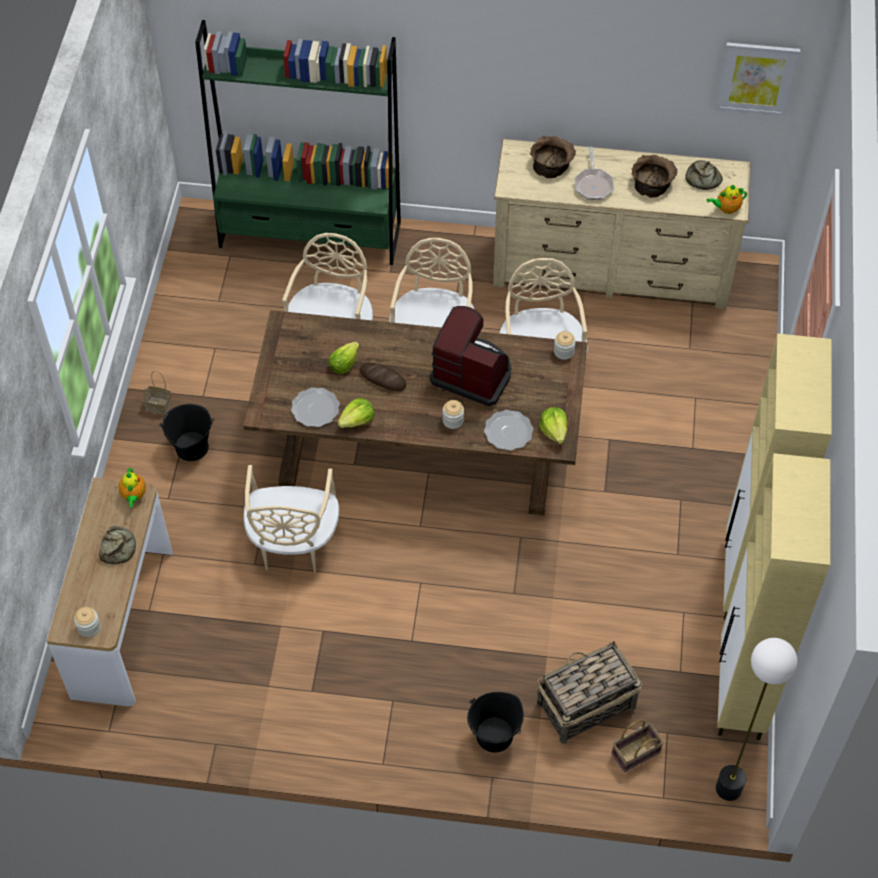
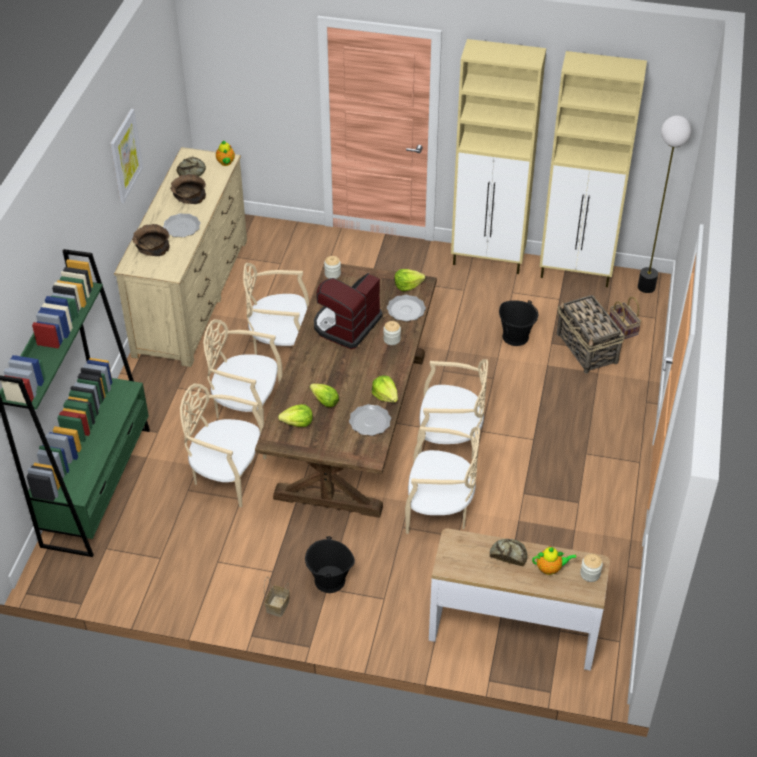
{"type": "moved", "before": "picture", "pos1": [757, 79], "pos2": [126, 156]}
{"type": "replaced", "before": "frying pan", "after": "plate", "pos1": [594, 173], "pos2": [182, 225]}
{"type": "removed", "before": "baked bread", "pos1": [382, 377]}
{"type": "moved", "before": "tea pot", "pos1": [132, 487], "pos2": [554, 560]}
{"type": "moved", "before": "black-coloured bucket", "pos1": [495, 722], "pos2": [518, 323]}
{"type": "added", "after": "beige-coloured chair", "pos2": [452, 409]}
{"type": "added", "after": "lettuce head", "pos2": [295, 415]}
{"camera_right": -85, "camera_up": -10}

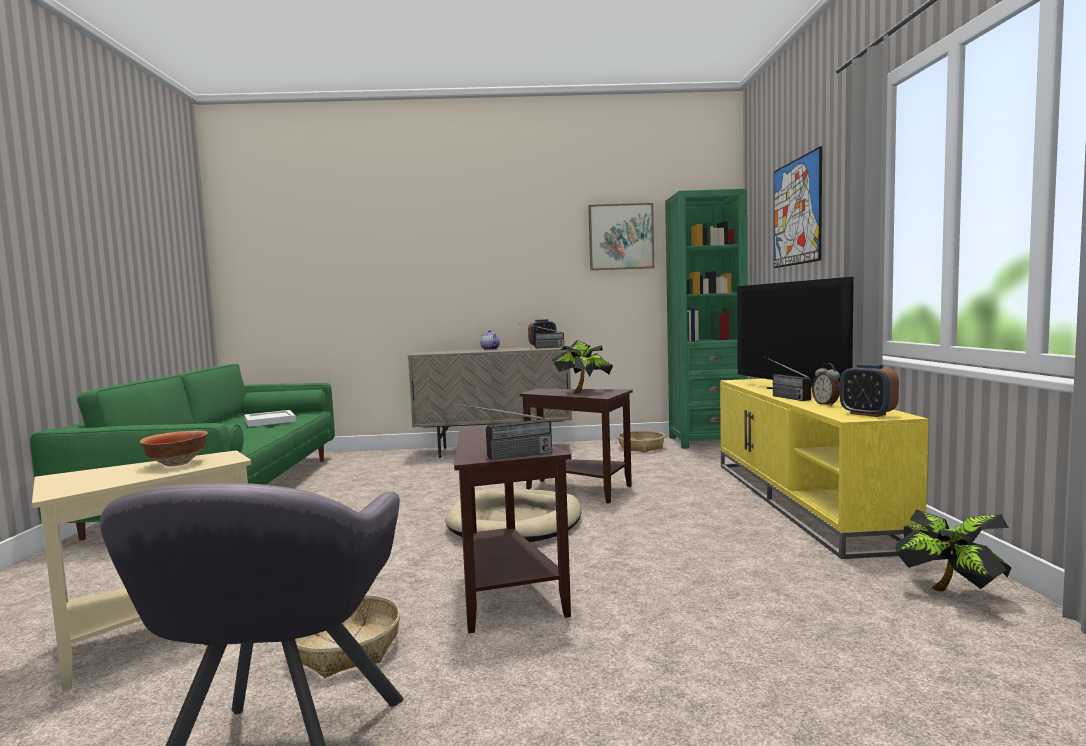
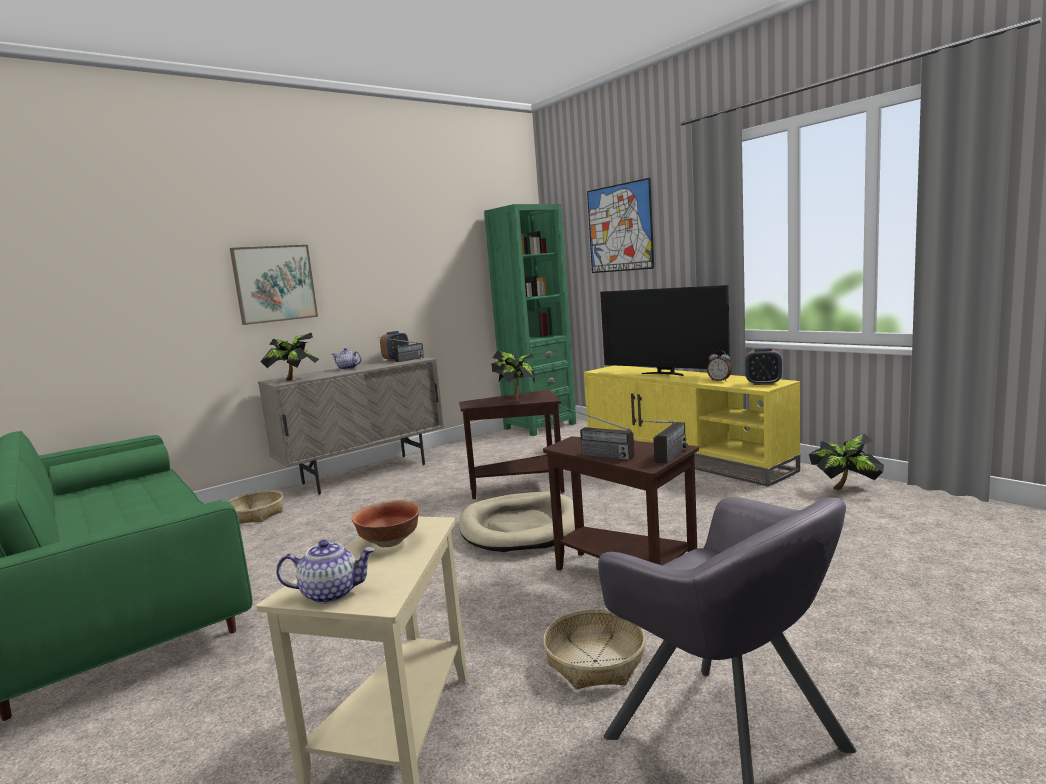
{"type": "moved", "before": "picture", "pos1": [621, 236], "pos2": [274, 285]}
{"type": "moved", "before": "radio receiver", "pos1": [787, 379], "pos2": [597, 432]}
{"type": "removed", "before": "white-coloured serving tray", "pos1": [270, 418]}
{"type": "moved", "before": "basket", "pos1": [641, 441], "pos2": [255, 507]}
{"type": "added", "after": "potted plant", "pos2": [289, 357]}
{"type": "added", "after": "tea pot", "pos2": [325, 571]}
{"camera_right": -35, "camera_up": 5}

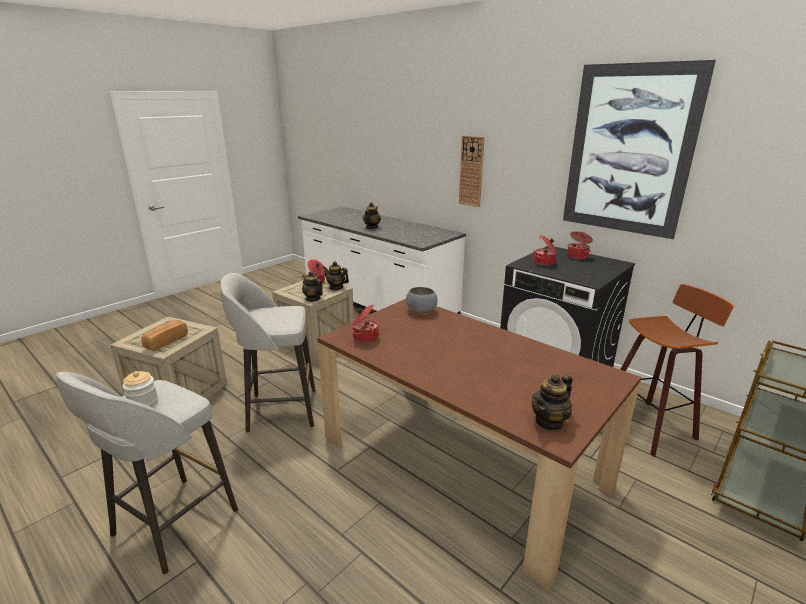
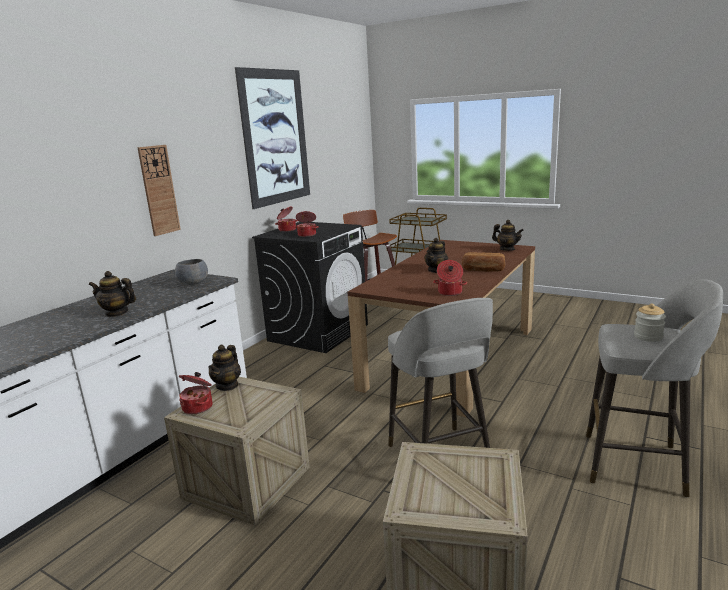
{"type": "moved", "before": "tea pot", "pos1": [312, 286], "pos2": [436, 255]}
{"type": "moved", "before": "greyish serving bowl", "pos1": [421, 300], "pos2": [191, 272]}
{"type": "moved", "before": "baked bread", "pos1": [164, 335], "pos2": [483, 262]}
{"camera_right": -100, "camera_up": -5}

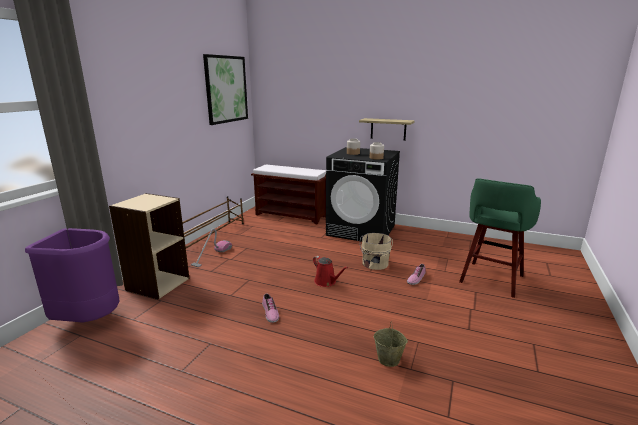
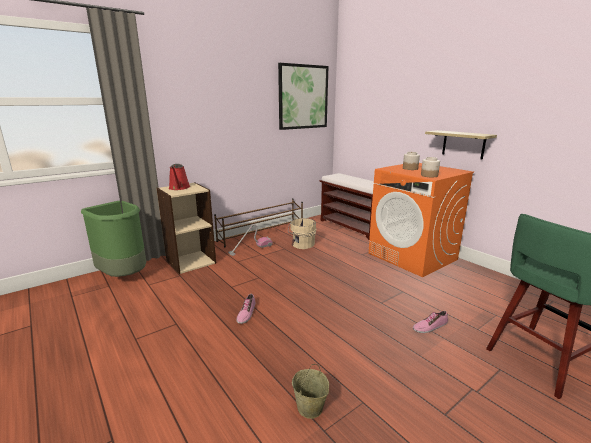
{"type": "recoloured", "before": "black-coloured laundry appliance", "after": "orangey laundry appliance", "pos1": [363, 194], "pos2": [421, 220]}
{"type": "recoloured", "before": "purple waste bin", "after": "green waste bin", "pos1": [72, 275], "pos2": [113, 239]}
{"type": "moved", "before": "beige-coloured bucket", "pos1": [376, 251], "pos2": [302, 233]}
{"type": "moved", "before": "red-coloured sprinkling can", "pos1": [330, 271], "pos2": [179, 177]}
{"camera_right": 30, "camera_up": 0}

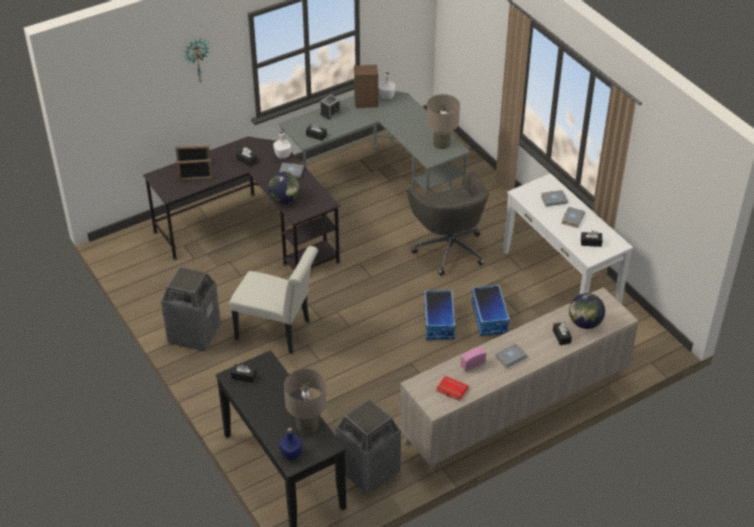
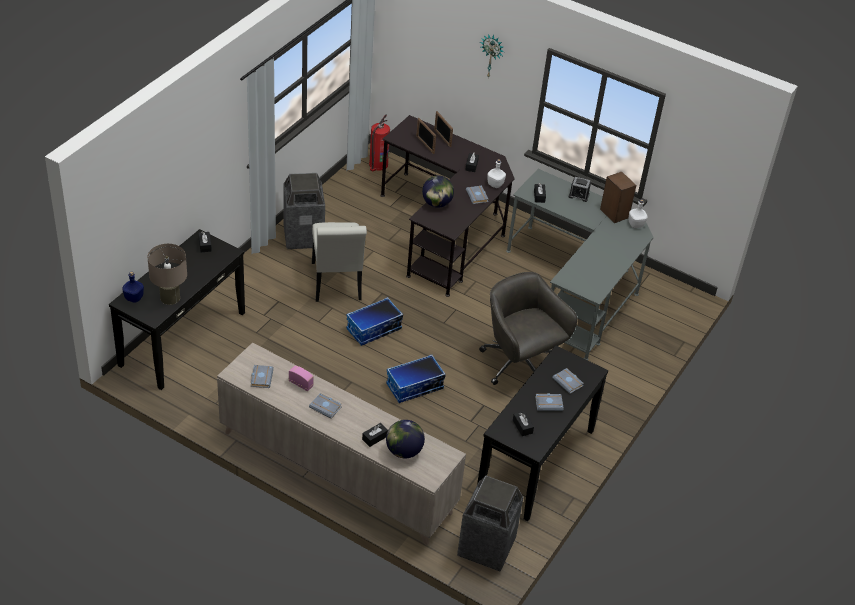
{"type": "removed", "before": "beige-coloured tabletop lamp", "pos1": [443, 121]}
{"type": "turned", "before": "greyish office chair", "pos1": [448, 224], "pos2": [528, 328], "turn": 105}
{"type": "recoloured", "before": "white-coloured hall table", "after": "black-coloured hall table", "pos1": [568, 238], "pos2": [542, 433]}
{"type": "moved", "before": "storage box", "pos1": [490, 310], "pos2": [374, 321]}
{"type": "recoloured", "before": "red-coloured volume", "after": "greyish volume", "pos1": [452, 388], "pos2": [262, 376]}
{"type": "moved", "before": "waste bin", "pos1": [368, 447], "pos2": [490, 523]}
{"type": "added", "after": "fire-fighting cylinder", "pos2": [379, 143]}
{"camera_right": 60, "camera_up": 0}

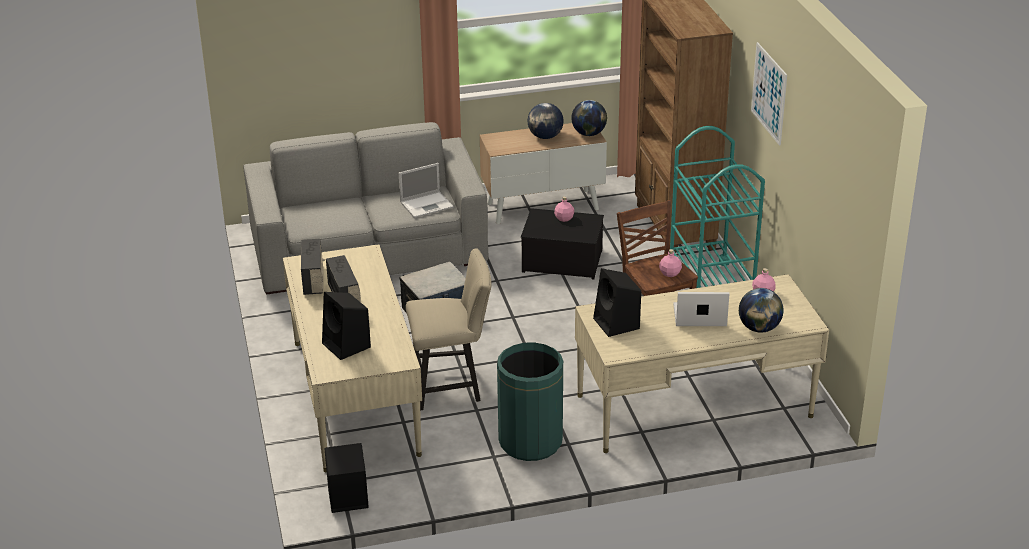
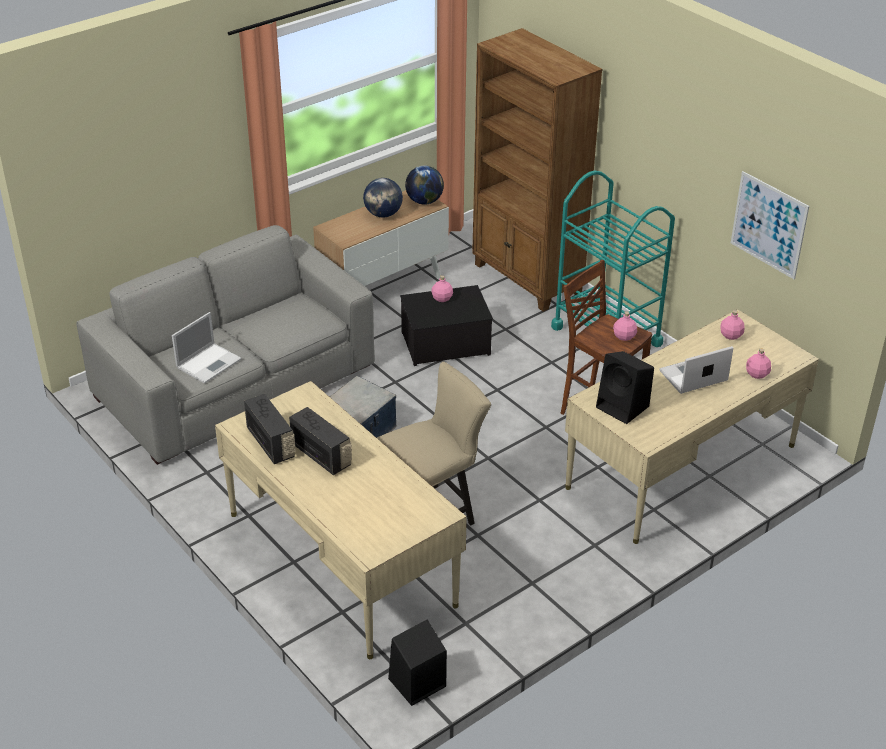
{"type": "moved", "before": "picture", "pos1": [769, 93], "pos2": [770, 225]}
{"type": "moved", "before": "notebook computer", "pos1": [426, 190], "pos2": [206, 348]}
{"type": "replaced", "before": "world globe", "after": "pink bottle", "pos1": [761, 310], "pos2": [758, 363]}
{"type": "removed", "before": "black-coloured loudspeaker", "pos1": [346, 326]}
{"type": "removed", "before": "green waste bin", "pos1": [530, 401]}
{"camera_right": -25, "camera_up": 5}

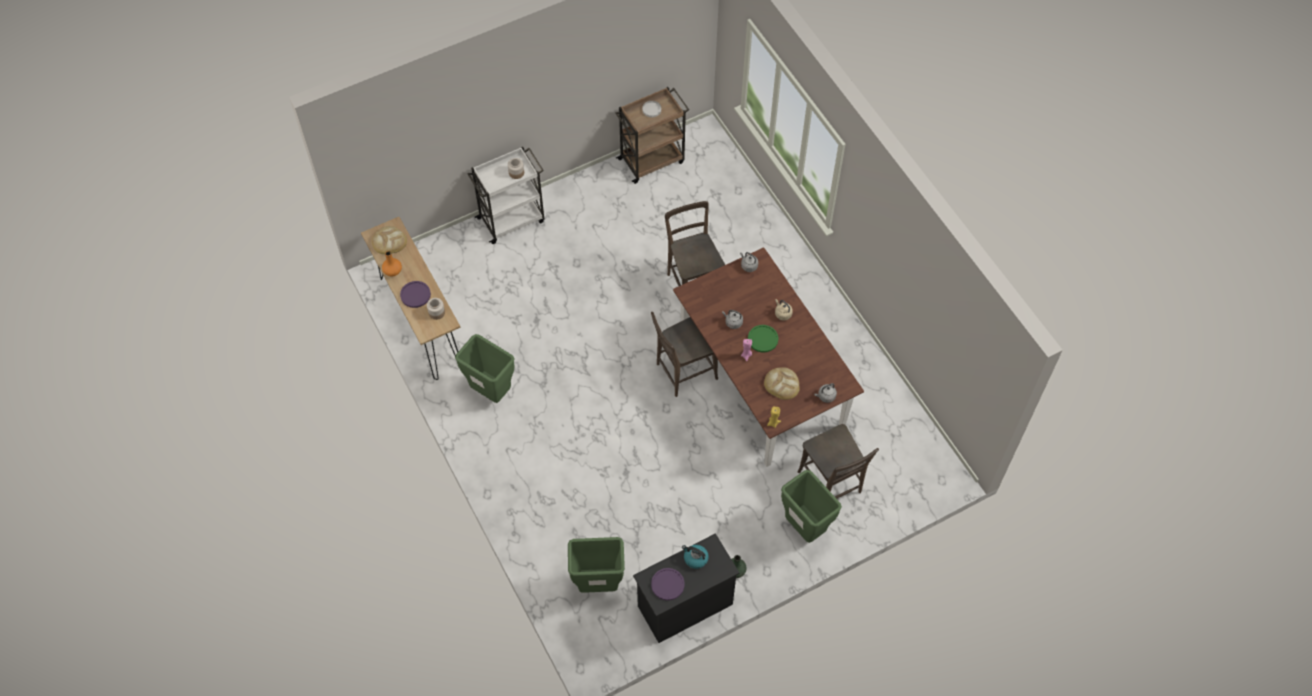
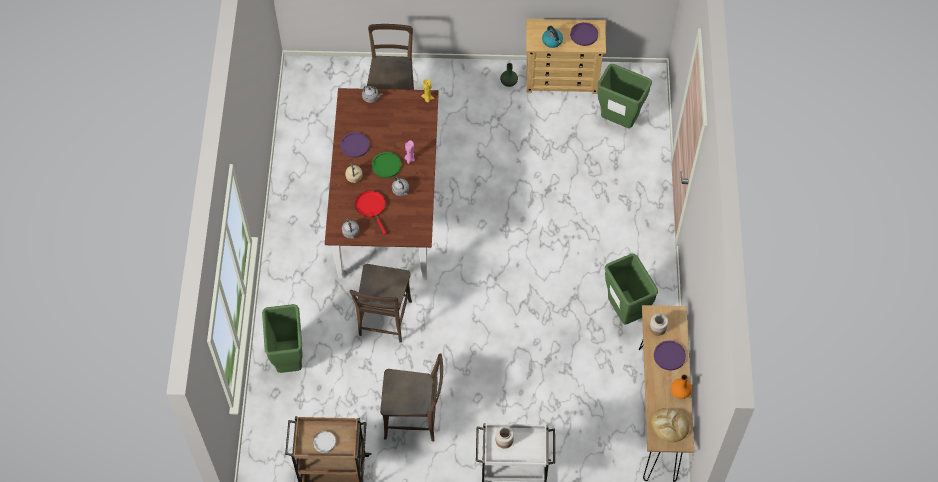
{"type": "moved", "before": "brown chair", "pos1": [684, 354], "pos2": [411, 397]}
{"type": "removed", "before": "baked bread", "pos1": [782, 383]}
{"type": "moved", "before": "green waste bin", "pos1": [811, 506], "pos2": [282, 338]}
{"type": "recoloured", "before": "black-coloured dresser", "after": "beige-coloured dresser", "pos1": [686, 588], "pos2": [566, 56]}
{"type": "added", "after": "purple plate", "pos2": [355, 145]}
{"type": "added", "after": "red-coloured frying pan", "pos2": [370, 212]}
{"camera_right": -150, "camera_up": 0}

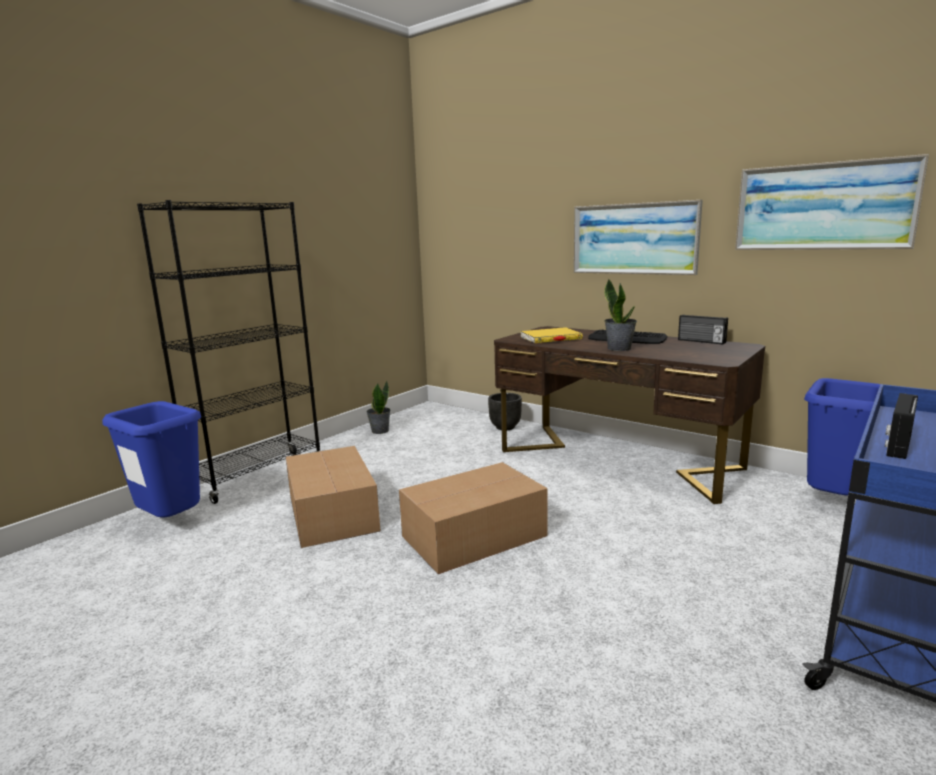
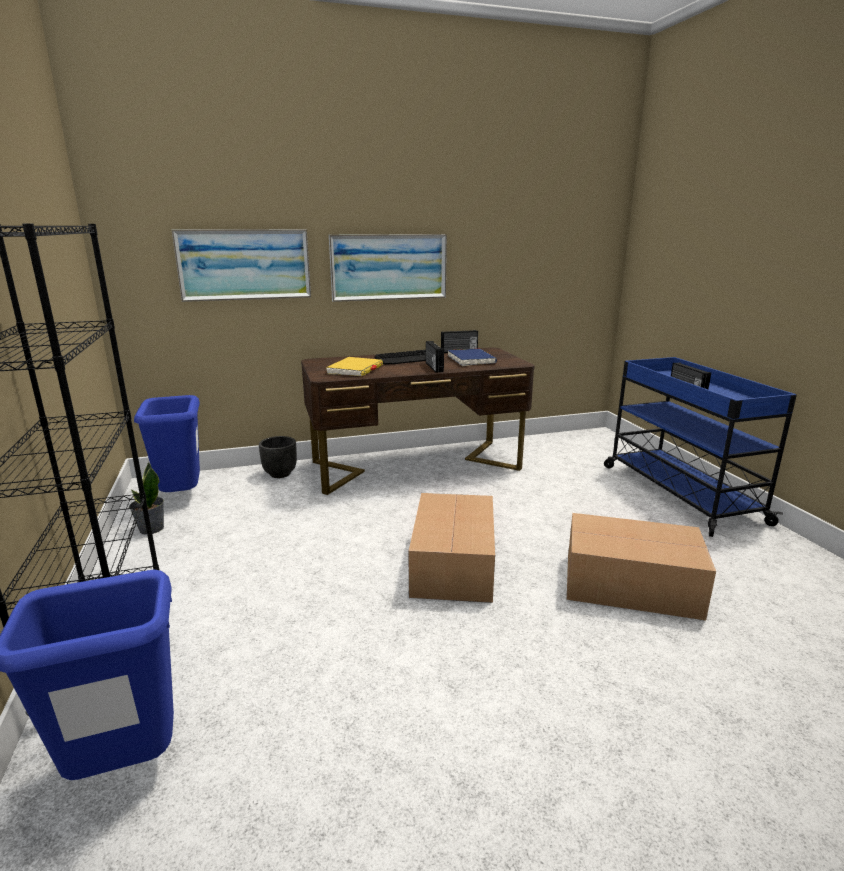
{"type": "moved", "before": "picture", "pos1": [832, 202], "pos2": [241, 265]}
{"type": "replaced", "before": "potted plant", "after": "radio receiver", "pos1": [620, 314], "pos2": [435, 357]}
{"type": "moved", "before": "bluish waste bin", "pos1": [842, 436], "pos2": [167, 443]}
{"type": "moved", "before": "packing box", "pos1": [333, 497], "pos2": [641, 566]}
{"type": "added", "after": "bluish volume", "pos2": [472, 357]}
{"camera_right": -55, "camera_up": 5}

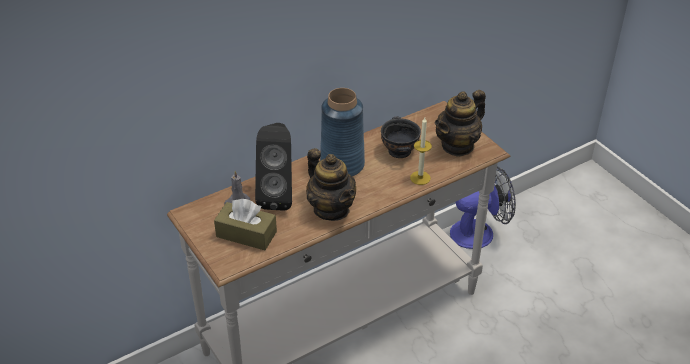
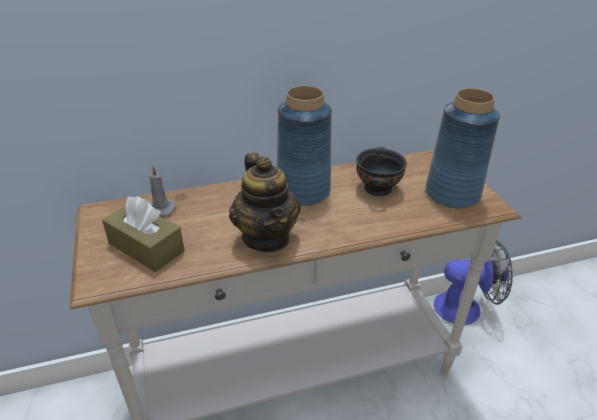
{"type": "replaced", "before": "tea pot", "after": "bluish flower vase", "pos1": [460, 123], "pos2": [462, 148]}
{"type": "removed", "before": "candle", "pos1": [421, 151]}
{"type": "removed", "before": "black-coloured loudspeaker", "pos1": [273, 167]}
{"camera_right": 15, "camera_up": -5}

